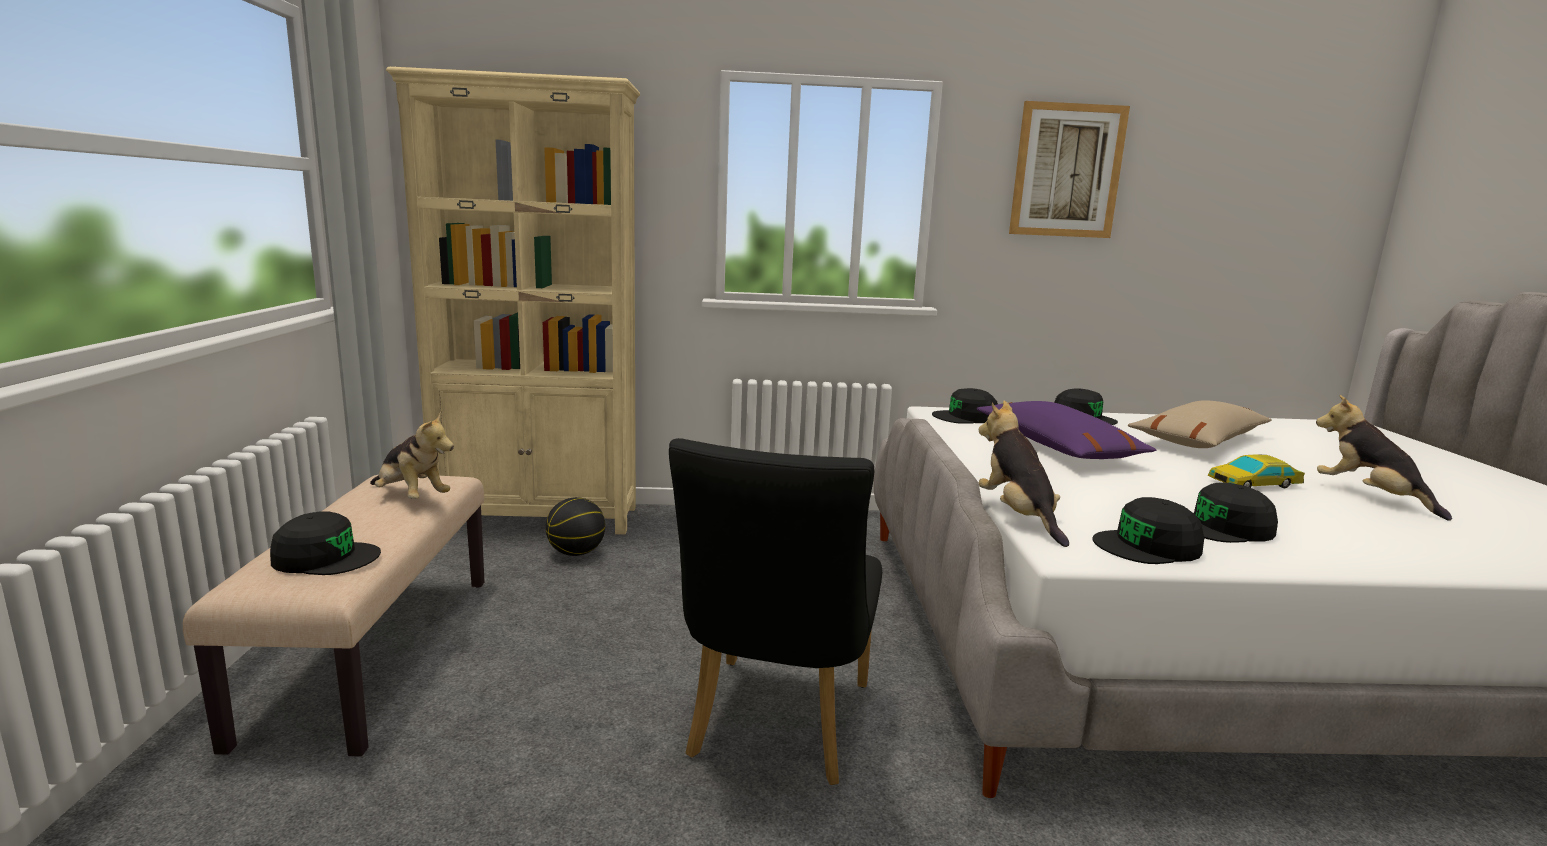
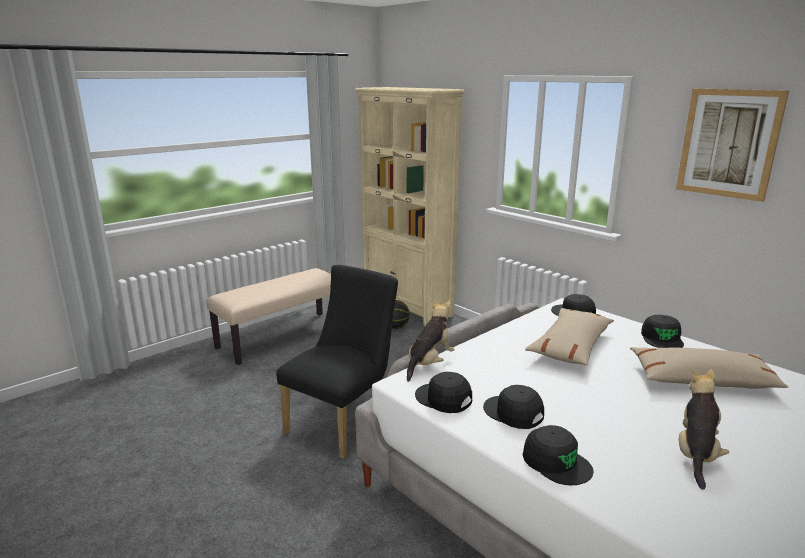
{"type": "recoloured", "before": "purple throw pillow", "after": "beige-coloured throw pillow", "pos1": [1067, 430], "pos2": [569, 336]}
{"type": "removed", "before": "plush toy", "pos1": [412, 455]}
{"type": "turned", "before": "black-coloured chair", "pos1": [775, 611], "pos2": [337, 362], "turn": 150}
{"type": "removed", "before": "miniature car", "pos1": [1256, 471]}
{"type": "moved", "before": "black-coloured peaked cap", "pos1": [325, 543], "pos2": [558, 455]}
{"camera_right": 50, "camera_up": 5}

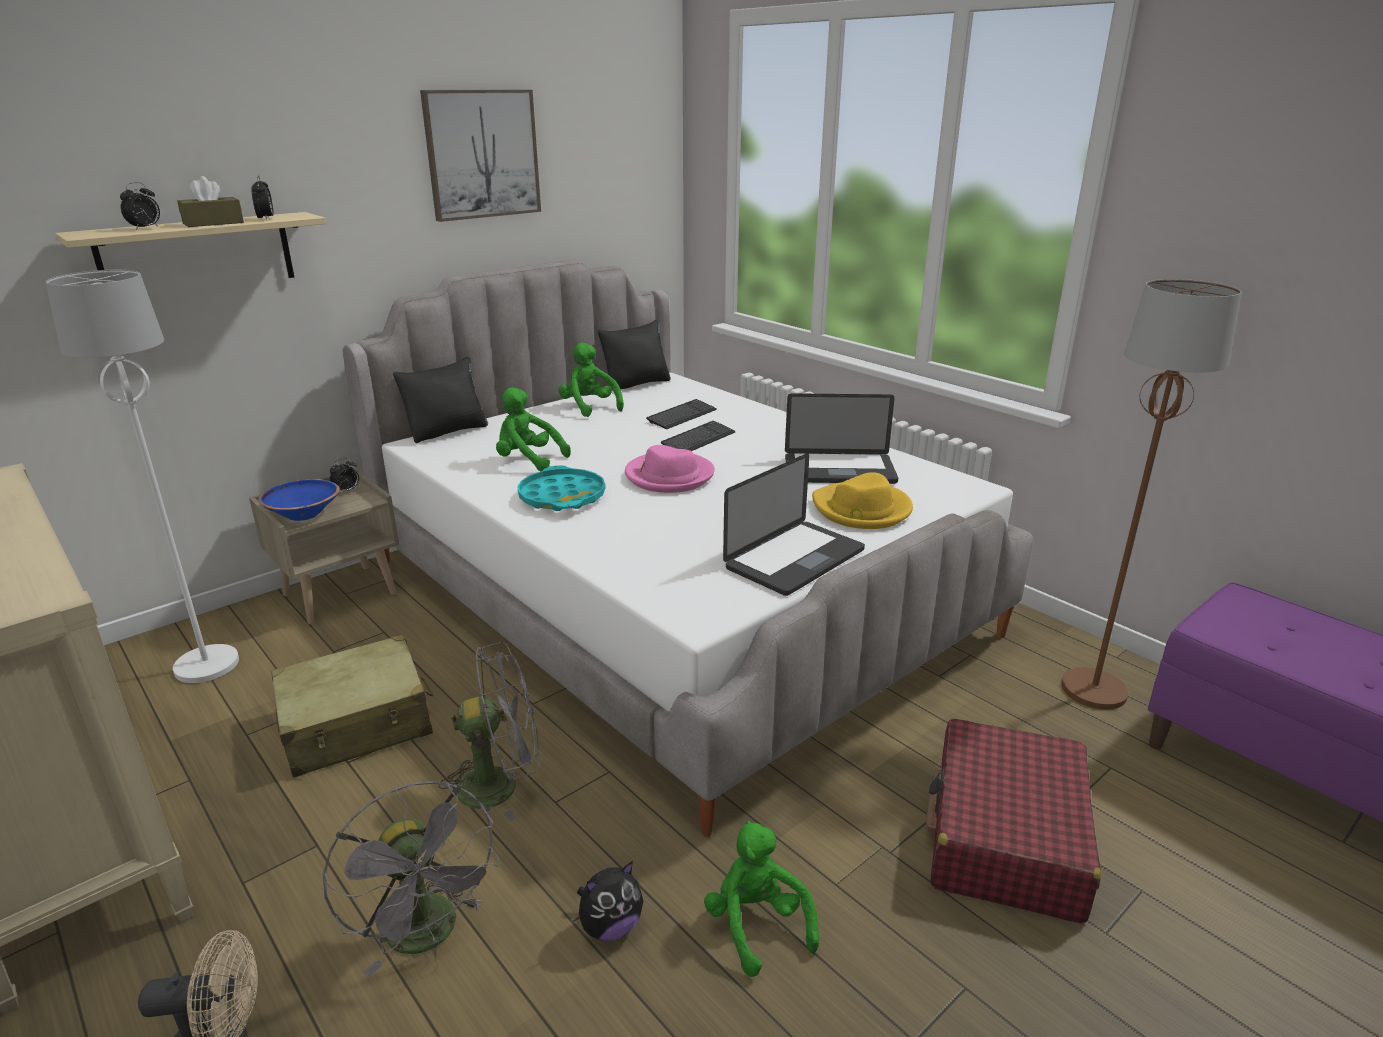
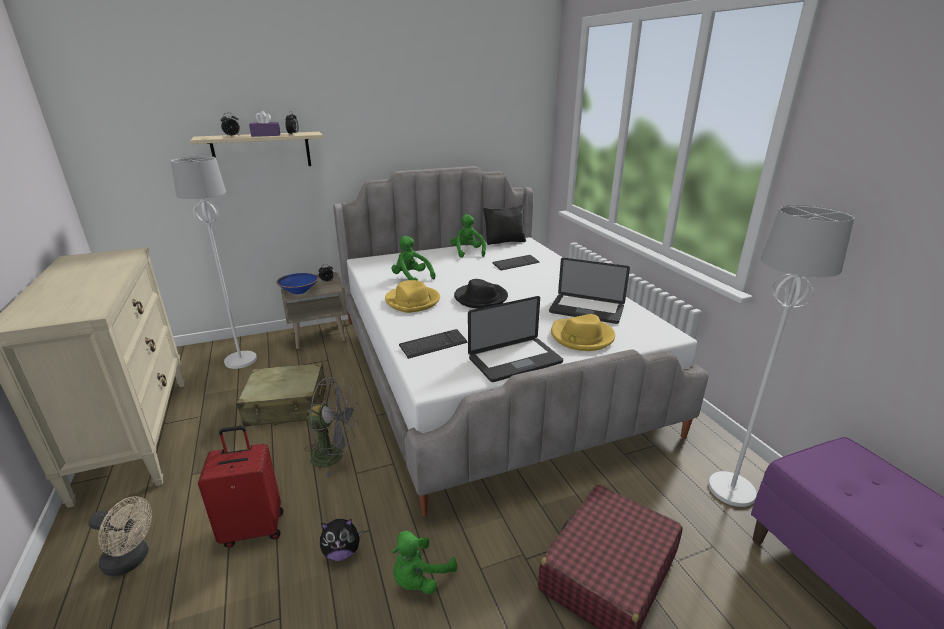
{"type": "removed", "before": "picture", "pos1": [480, 156]}
{"type": "recoloured", "before": "brown tissue box", "after": "purple tissue box", "pos1": [210, 201], "pos2": [264, 124]}
{"type": "recoloured", "before": "brown floor lamp", "after": "white-coloured floor lamp", "pos1": [1151, 494], "pos2": [781, 356]}
{"type": "removed", "before": "black-coloured throw pillow", "pos1": [440, 400]}
{"type": "moved", "before": "computer keyboard", "pos1": [698, 436], "pos2": [433, 344]}
{"type": "recoloured", "before": "pink wearable hat", "after": "black-coloured wearable hat", "pos1": [670, 469], "pos2": [481, 294]}
{"type": "replaced", "before": "turquoise-coloured serving tray", "after": "yellow-coloured wearable hat", "pos1": [561, 488], "pos2": [412, 296]}
{"type": "replaced", "before": "greyish cooling fan", "after": "red-coloured piece of luggage", "pos1": [411, 879], "pos2": [240, 487]}
{"type": "turned", "before": "green plush toy", "pos1": [761, 899], "pos2": [424, 562], "turn": -135}
{"camera_right": 20, "camera_up": 0}

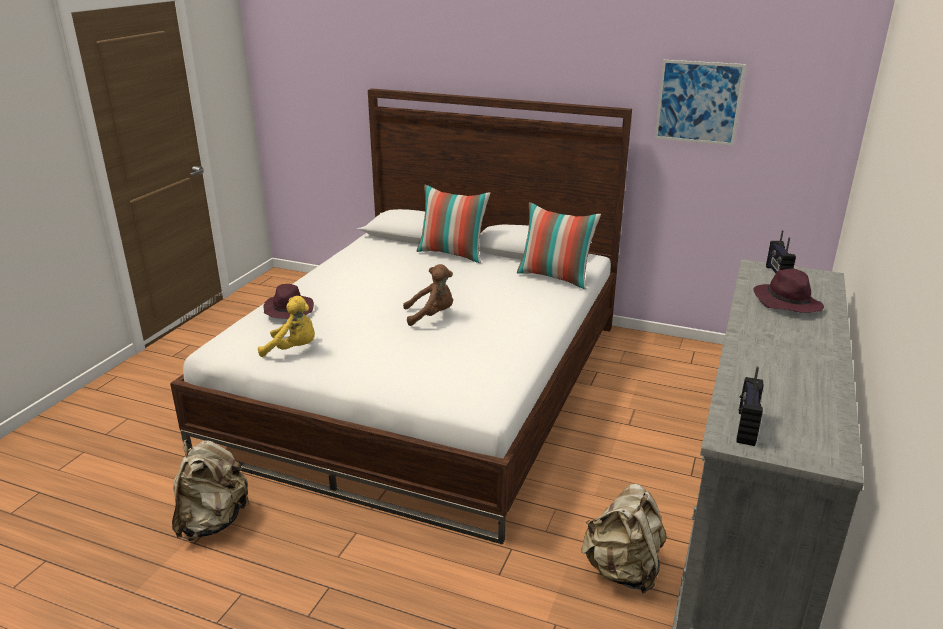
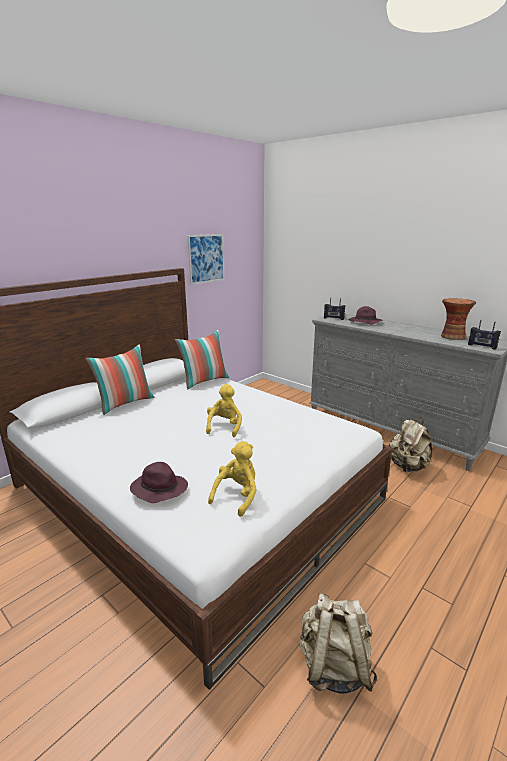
{"type": "recoloured", "before": "brown plush toy", "after": "yellow-coloured plush toy", "pos1": [428, 295], "pos2": [224, 410]}
{"type": "added", "after": "flower vase", "pos2": [458, 319]}
{"camera_right": -70, "camera_up": -5}

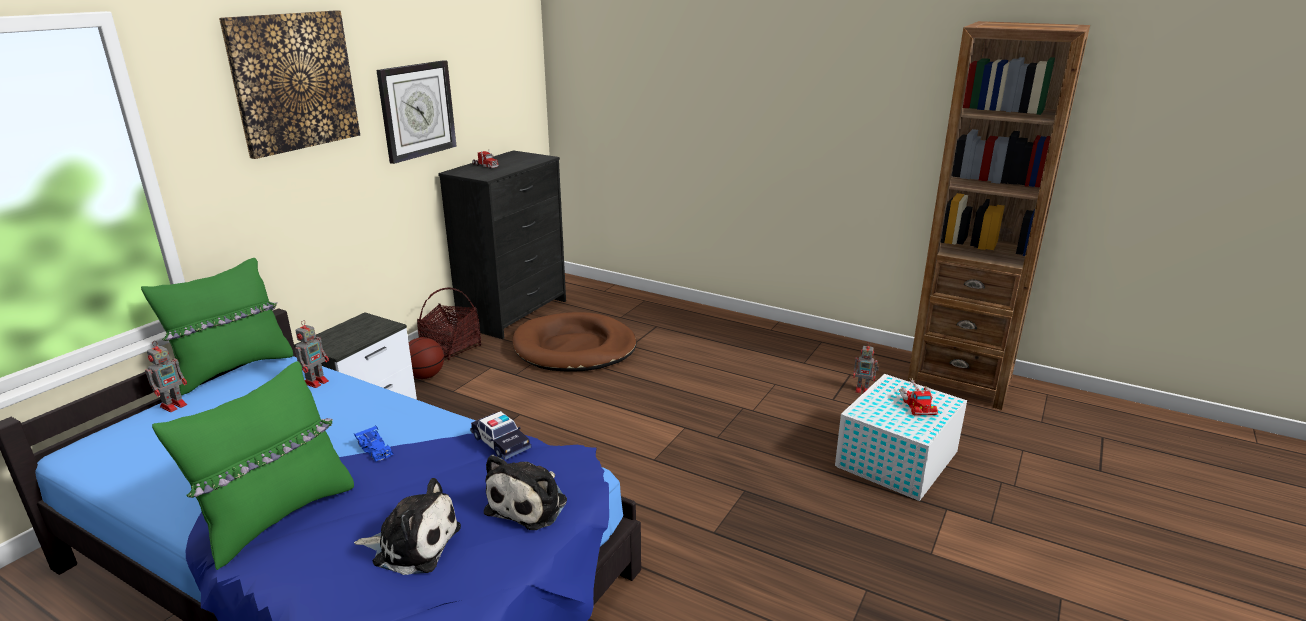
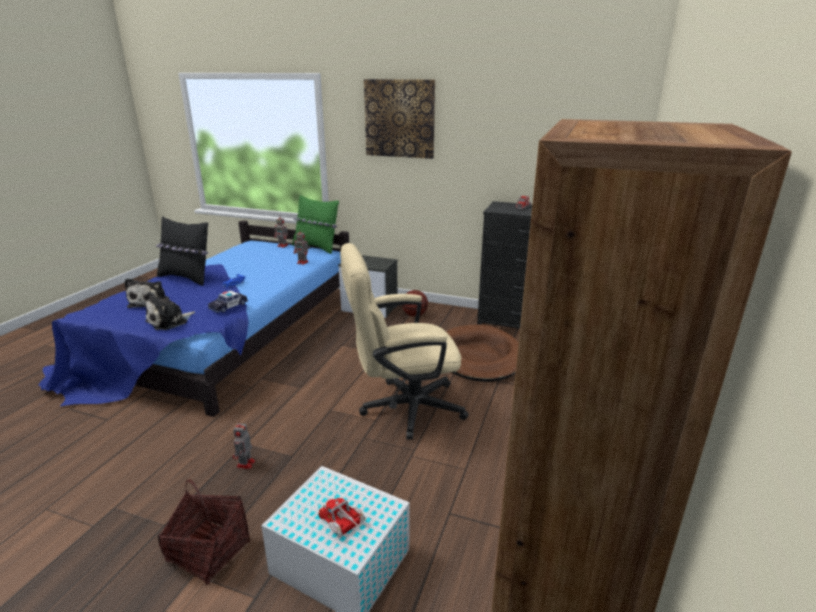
{"type": "removed", "before": "wall clock", "pos1": [416, 112]}
{"type": "moved", "before": "basket", "pos1": [449, 324], "pos2": [204, 532]}
{"type": "moved", "before": "model robot", "pos1": [866, 367], "pos2": [244, 445]}
{"type": "recoloured", "before": "green throw pillow", "after": "black-coloured throw pillow", "pos1": [253, 465], "pos2": [182, 251]}
{"type": "turned", "before": "toy truck", "pos1": [918, 396], "pos2": [342, 517], "turn": 60}
{"type": "turned", "before": "plush toy", "pos1": [525, 492], "pos2": [170, 310], "turn": -60}
{"type": "added", "after": "beige-coloured office chair", "pos2": [404, 341]}
{"camera_right": 80, "camera_up": 0}

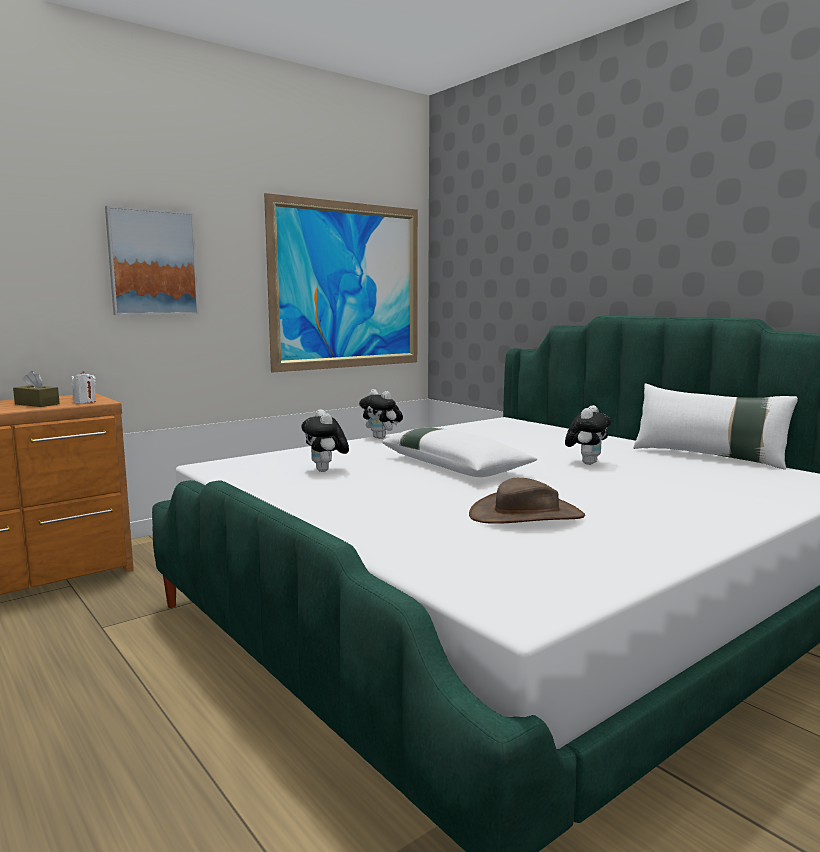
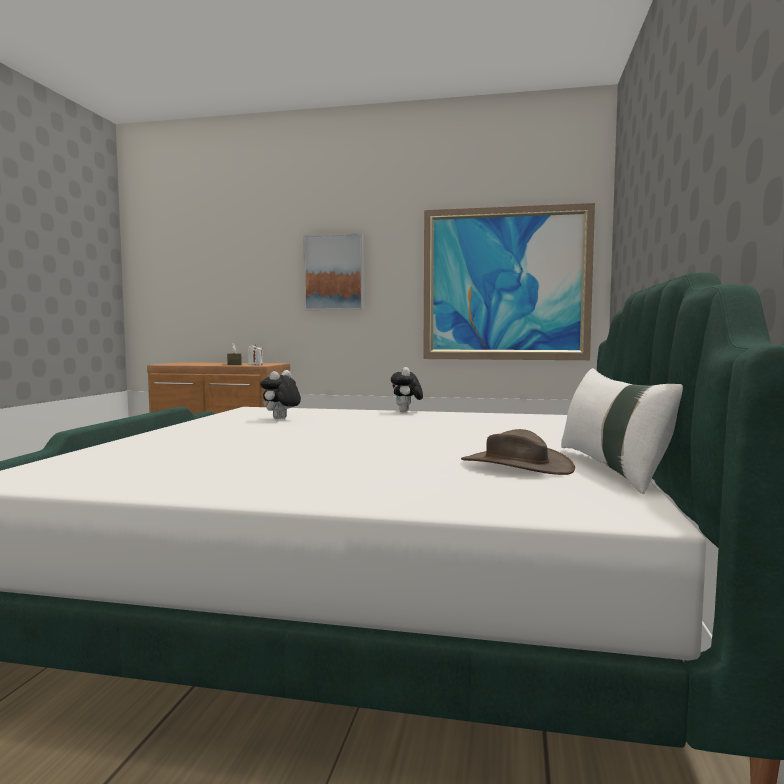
{"type": "removed", "before": "plush toy", "pos1": [588, 435]}
{"type": "removed", "before": "white-coloured throw pillow", "pos1": [459, 452]}
{"type": "moved", "before": "brown wearable hat", "pos1": [527, 501], "pos2": [518, 452]}
{"camera_right": 50, "camera_up": -5}

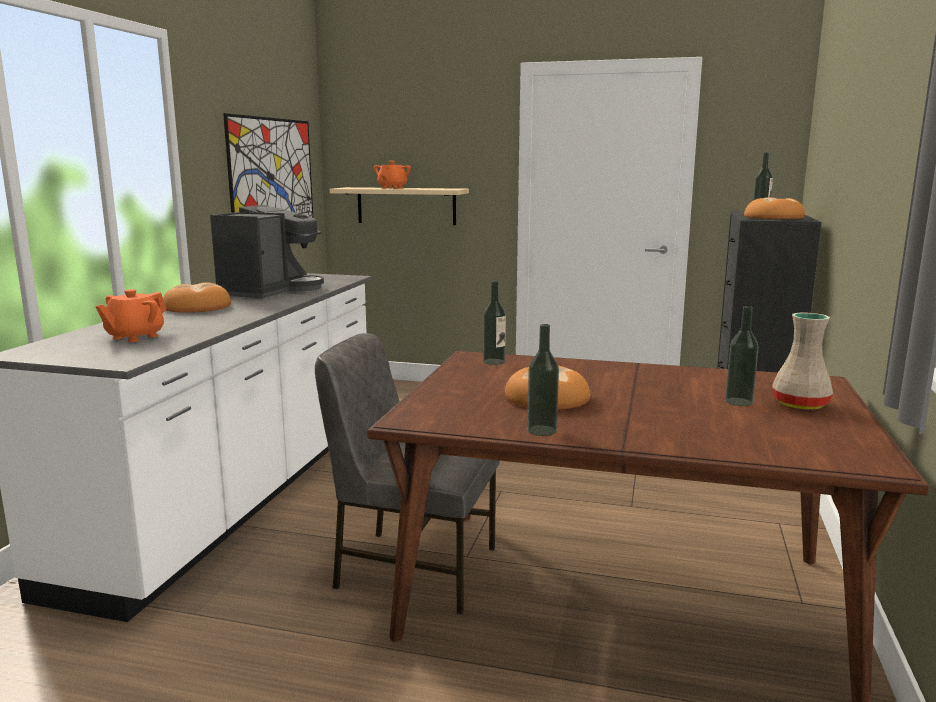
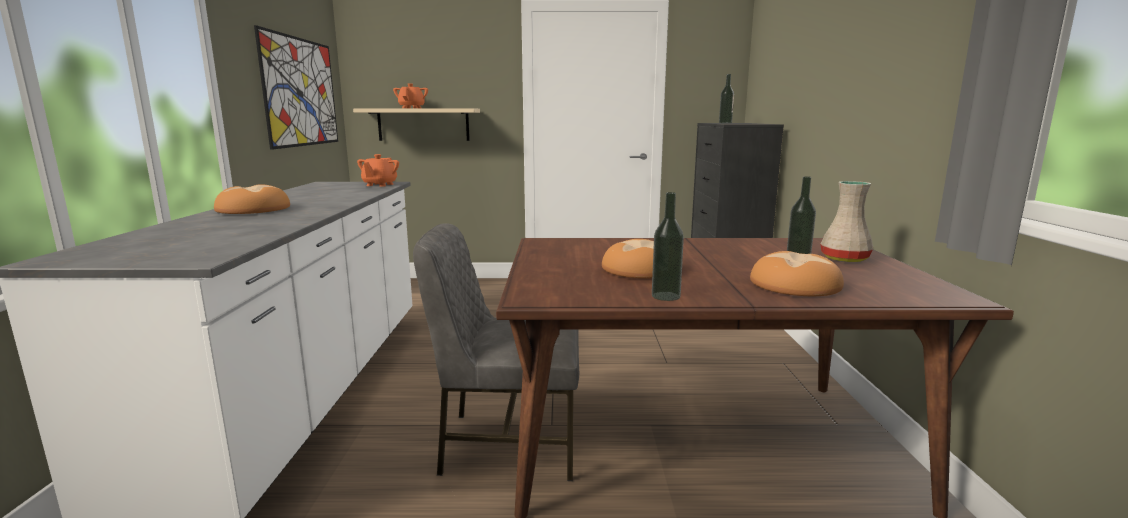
{"type": "moved", "before": "baked bread", "pos1": [774, 208], "pos2": [797, 273]}
{"type": "removed", "before": "coffee maker", "pos1": [267, 251]}
{"type": "removed", "before": "bottle", "pos1": [494, 323]}
{"type": "moved", "before": "orangey tea pot", "pos1": [131, 315], "pos2": [378, 170]}
{"camera_right": -15, "camera_up": 0}

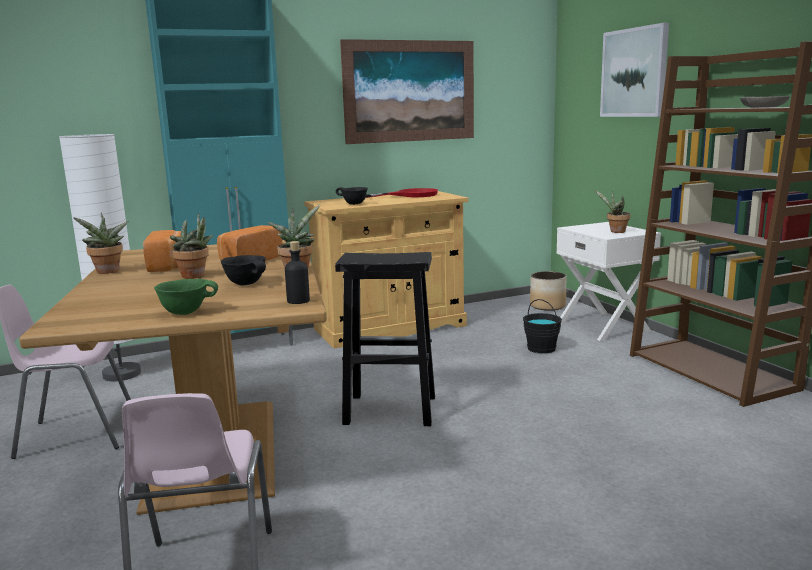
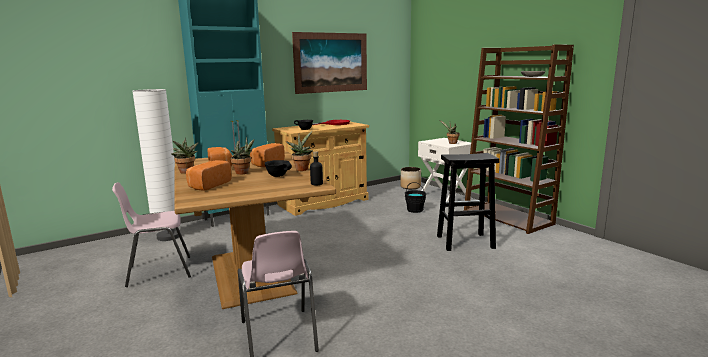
{"type": "removed", "before": "picture", "pos1": [634, 70]}
{"type": "moved", "before": "black-coloured stool", "pos1": [385, 339], "pos2": [468, 202]}
{"type": "removed", "before": "green serving bowl", "pos1": [186, 297]}
{"type": "added", "after": "baked bread", "pos2": [209, 175]}
{"camera_right": -10, "camera_up": 0}

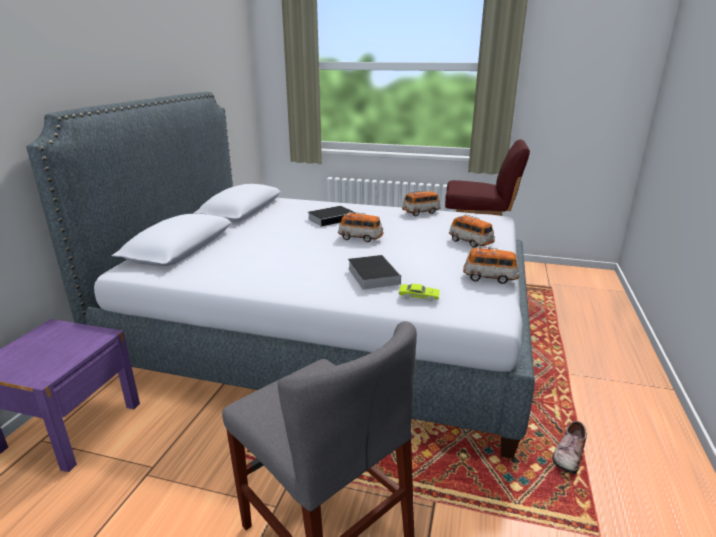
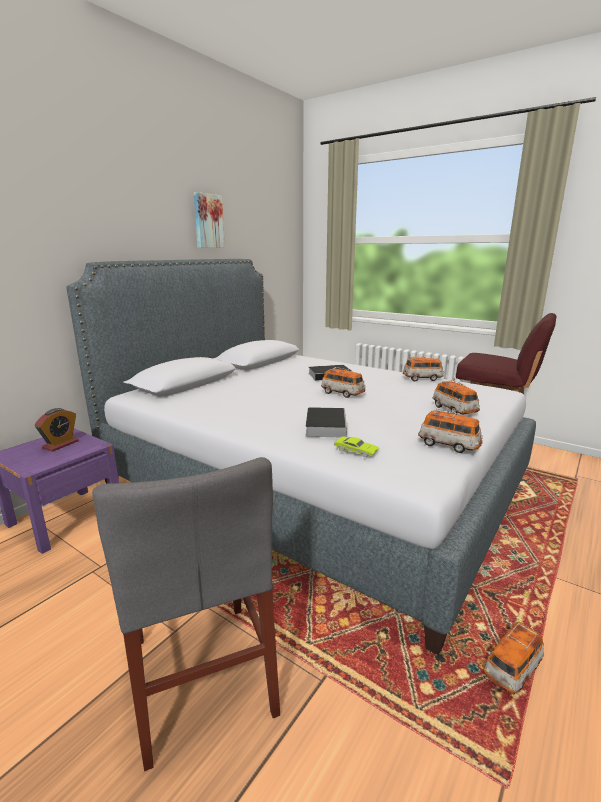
{"type": "replaced", "before": "item of footwear", "after": "miniature car", "pos1": [569, 447], "pos2": [513, 658]}
{"type": "added", "after": "picture", "pos2": [209, 220]}
{"type": "added", "after": "table clock", "pos2": [57, 430]}
{"camera_right": 20, "camera_up": -5}

